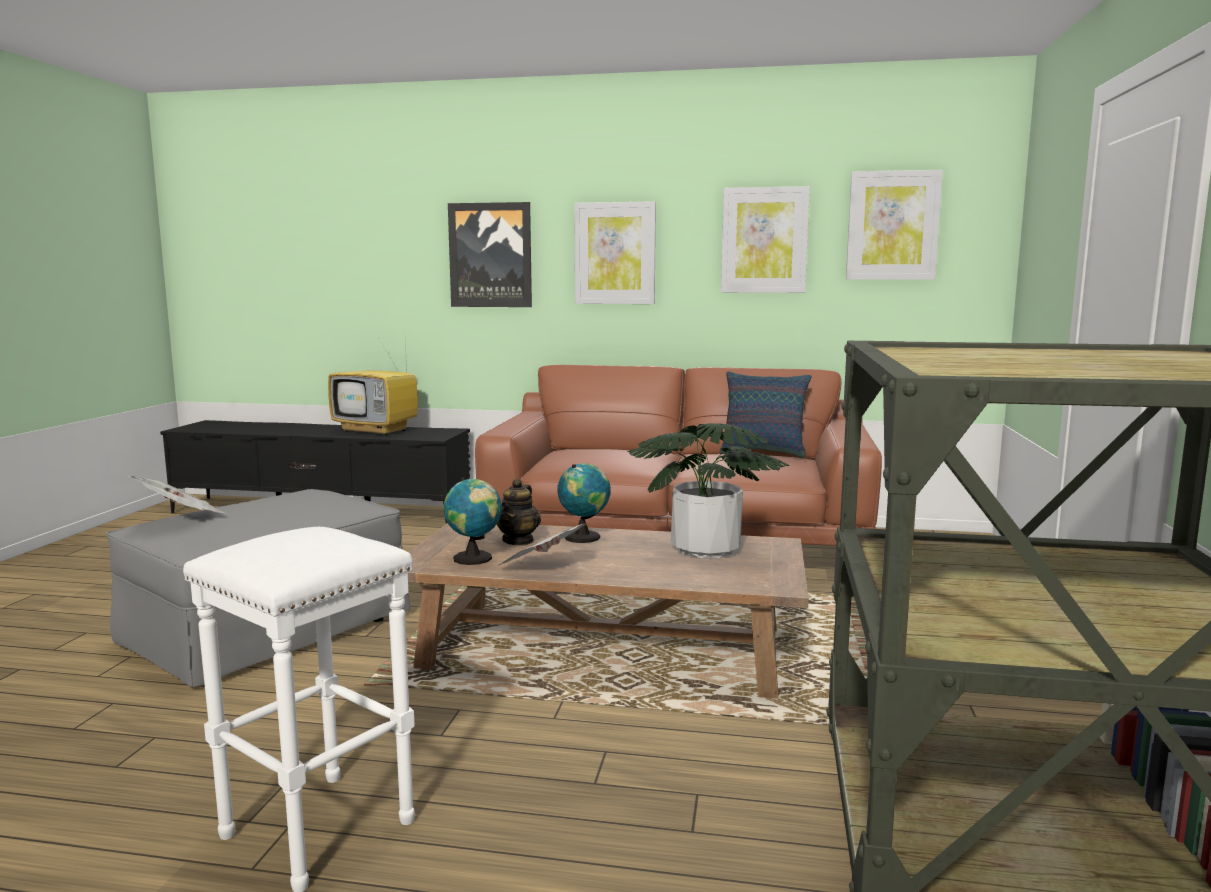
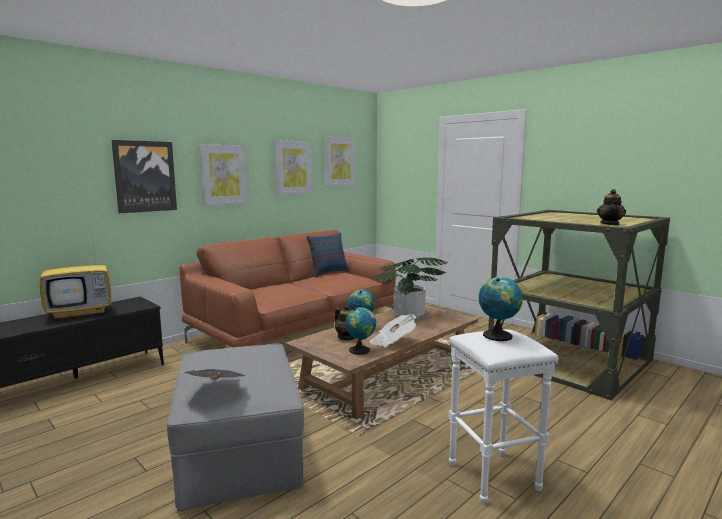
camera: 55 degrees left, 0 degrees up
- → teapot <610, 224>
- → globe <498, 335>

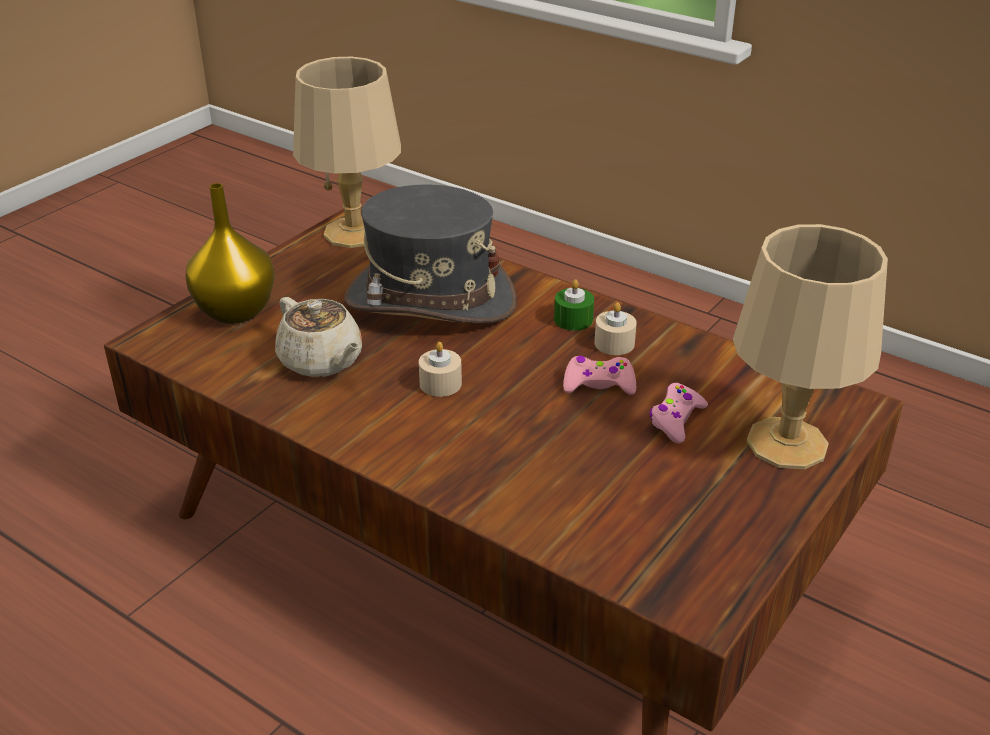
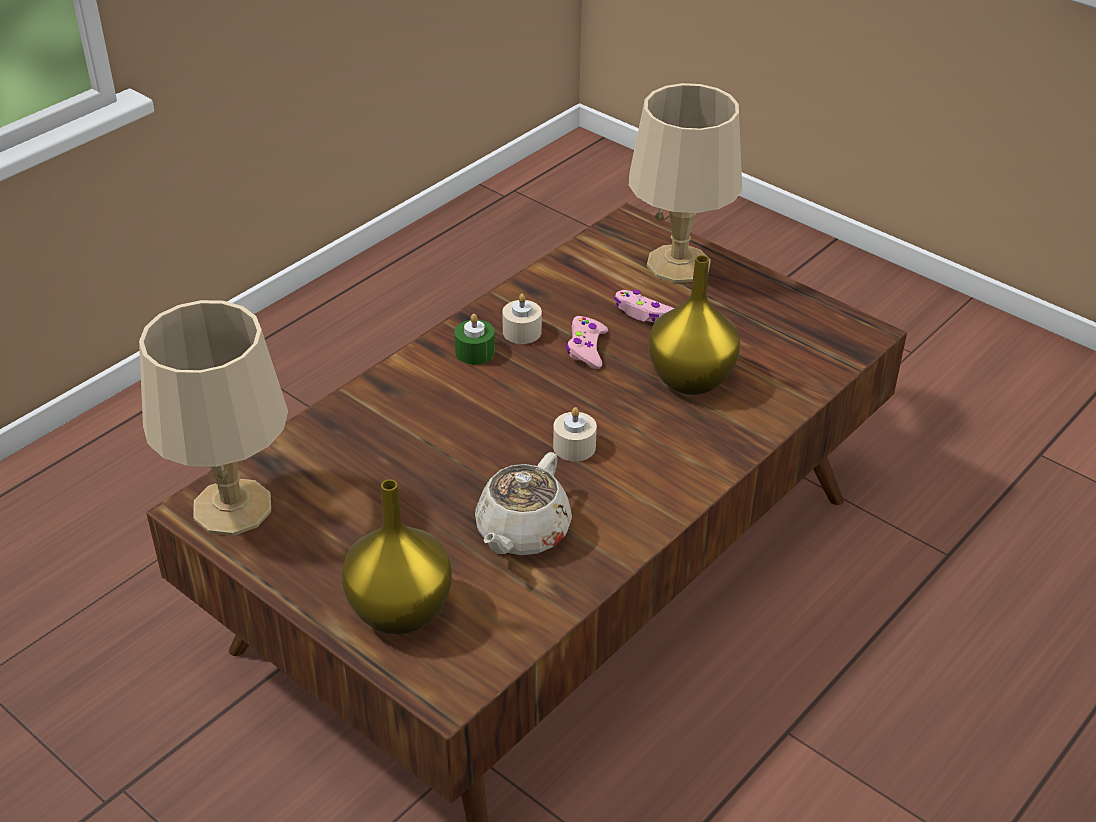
camera: 85 degrees left, 5 degrees up
grey hat <430, 300> → -
beige teapot <322, 361> → beige teapot <521, 533>, 150 degrees clockwise
- → yellow vase <690, 381>

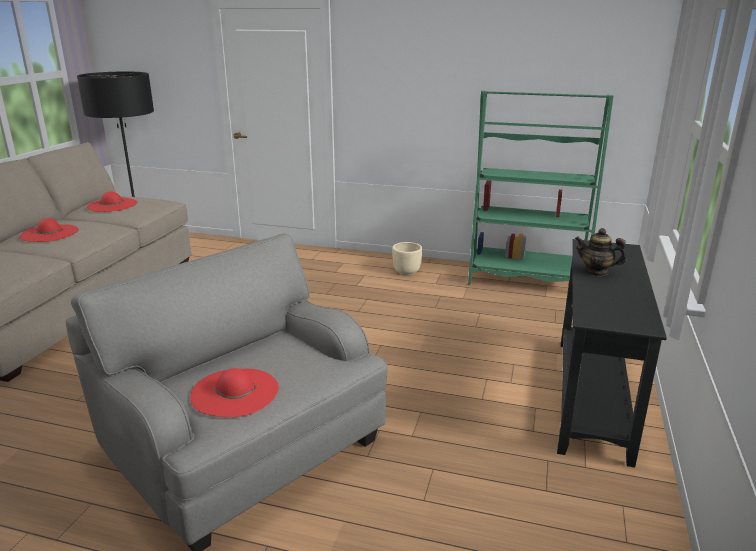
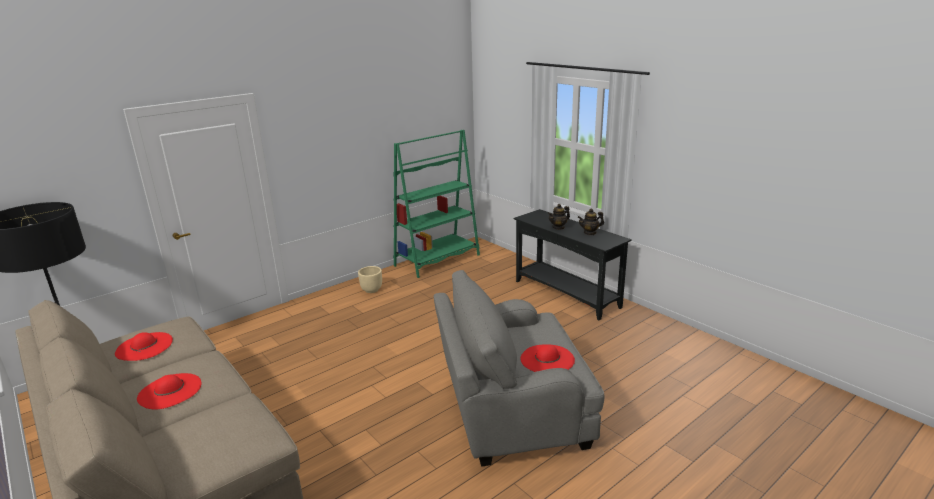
camera: 55 degrees left, 0 degrees up
- → teapot <590, 233>

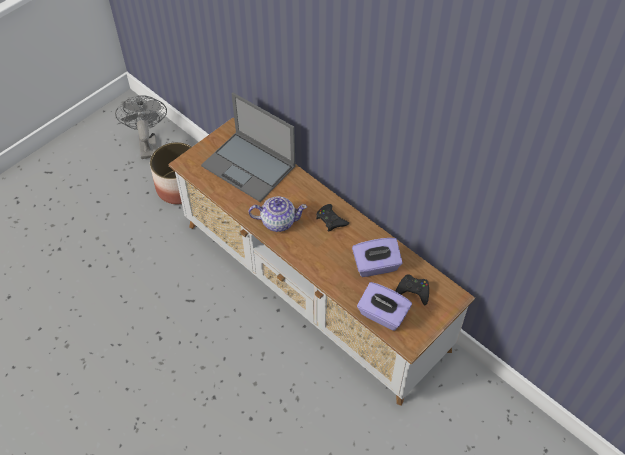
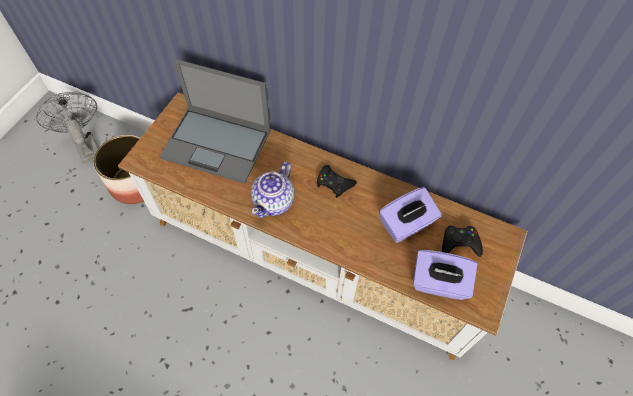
camera: 20 degrees left, 5 degrees up
teapot <278, 221> → teapot <274, 201>, 135 degrees clockwise

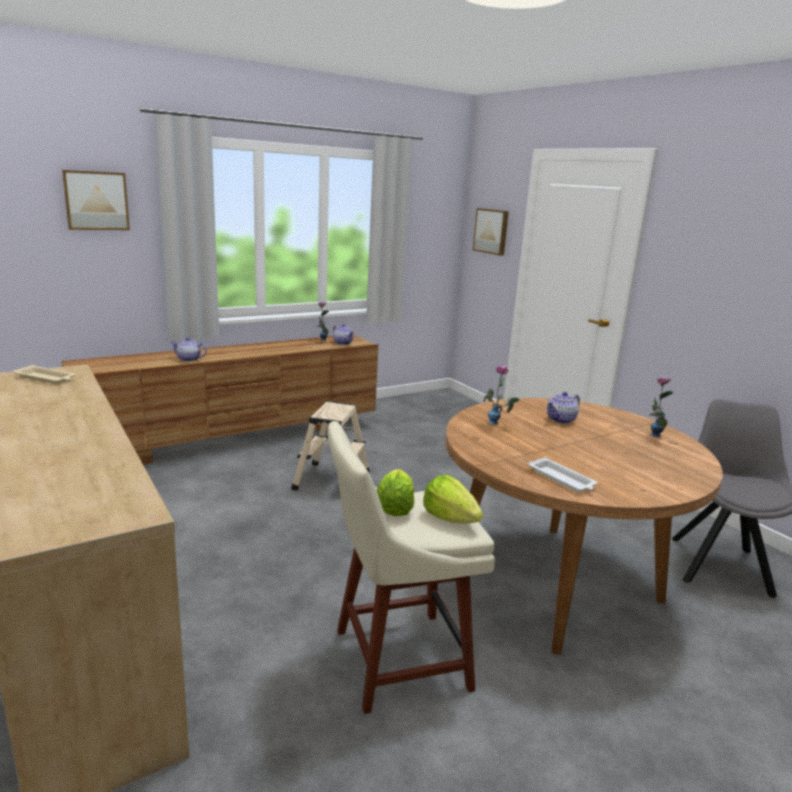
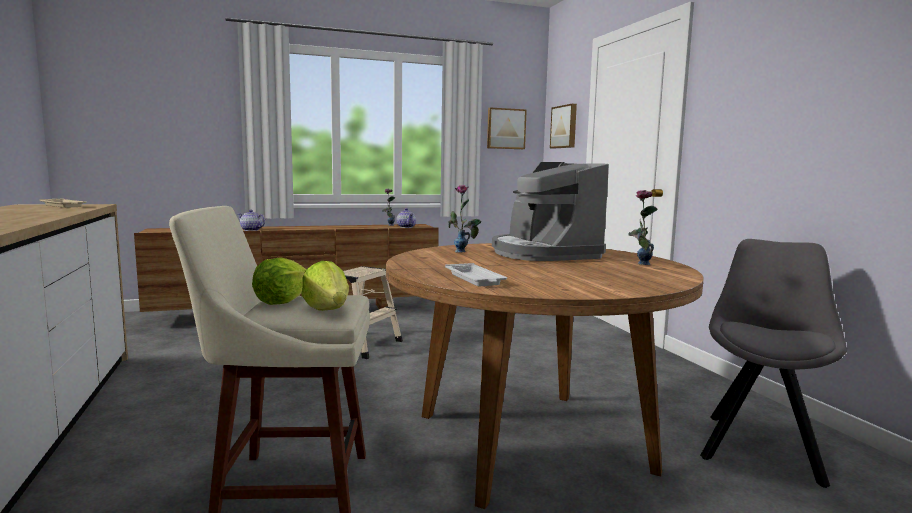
camera: 15 degrees right, 10 degrees down
picture <96, 200> → picture <505, 129>, move
teapot <561, 420> → coffee machine <543, 253>

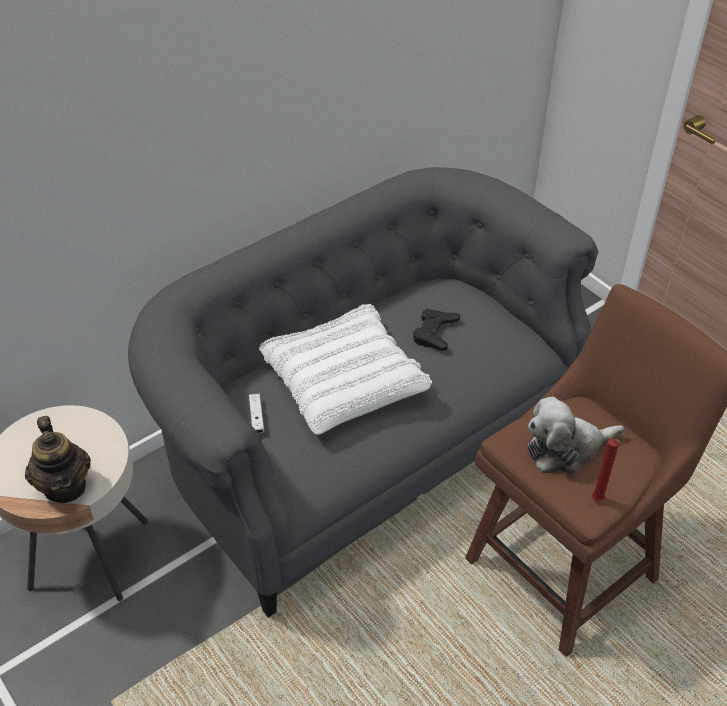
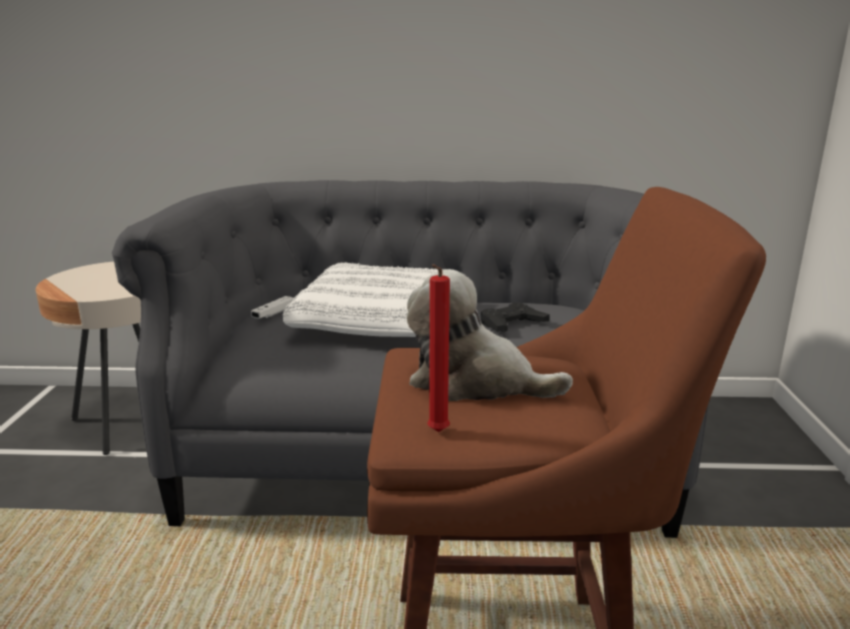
camera: 40 degrees right, 25 degrees down
teapot <65, 486> → -

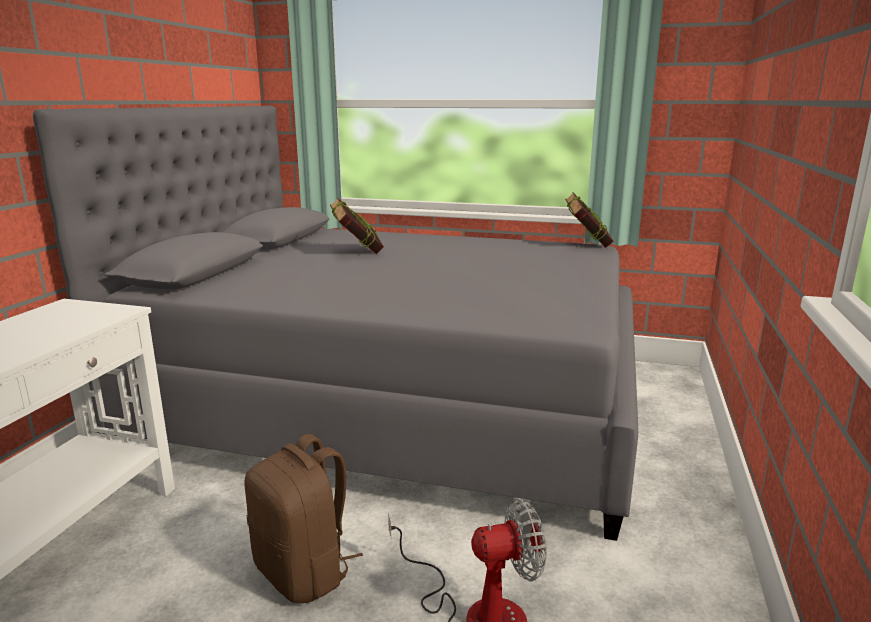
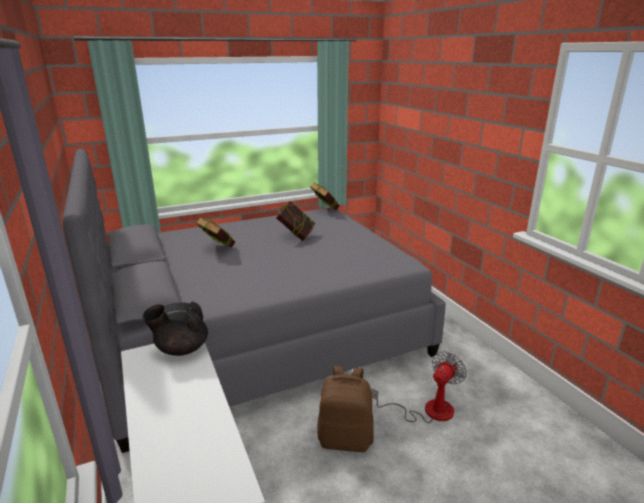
camera: 40 degrees left, 5 degrees up
- → book <296, 237>
- → black teapot <181, 349>

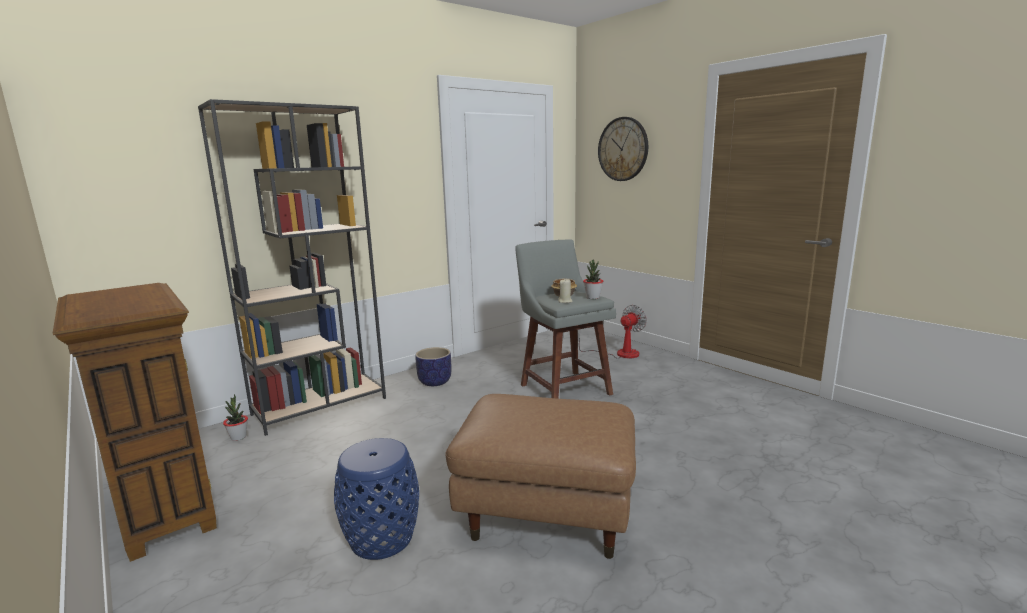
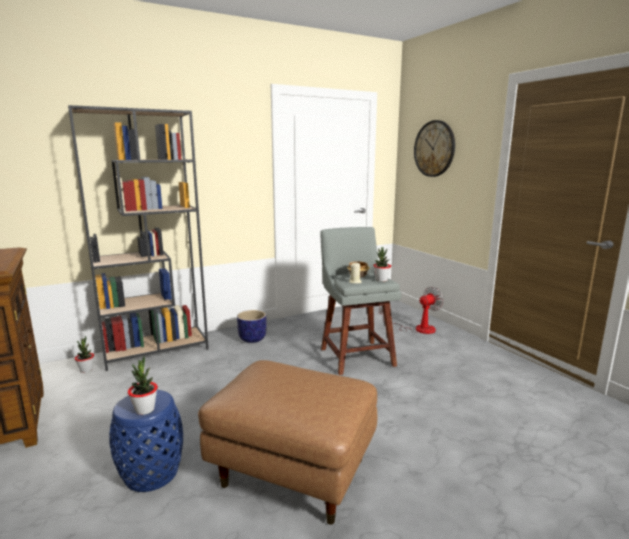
camera: 10 degrees right, 0 degrees up
- → potted plant <145, 410>

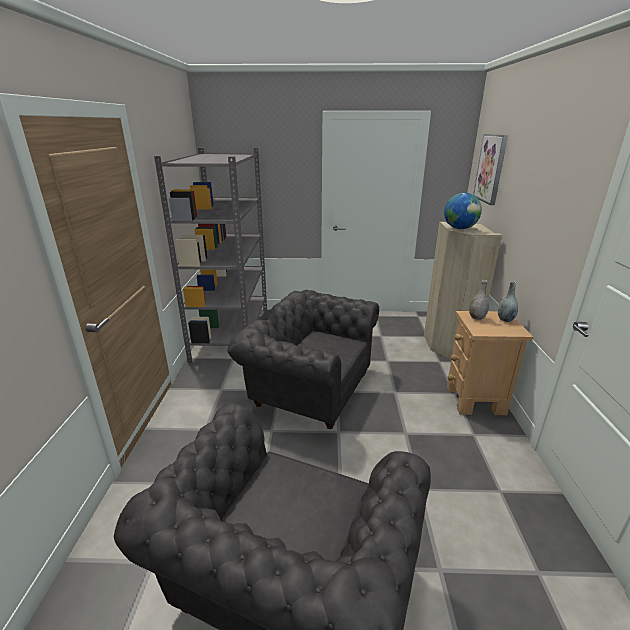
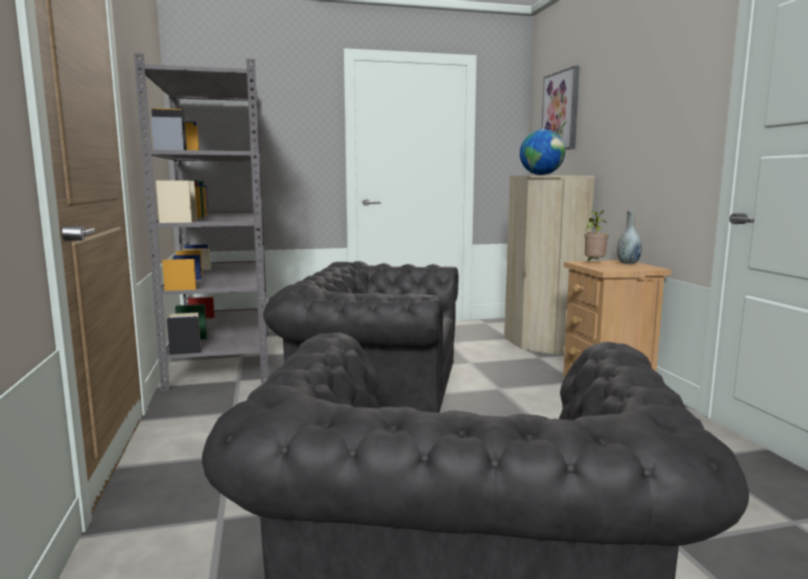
camera: 15 degrees left, 15 degrees down
grey vase <477, 317> → potted plant <594, 263>

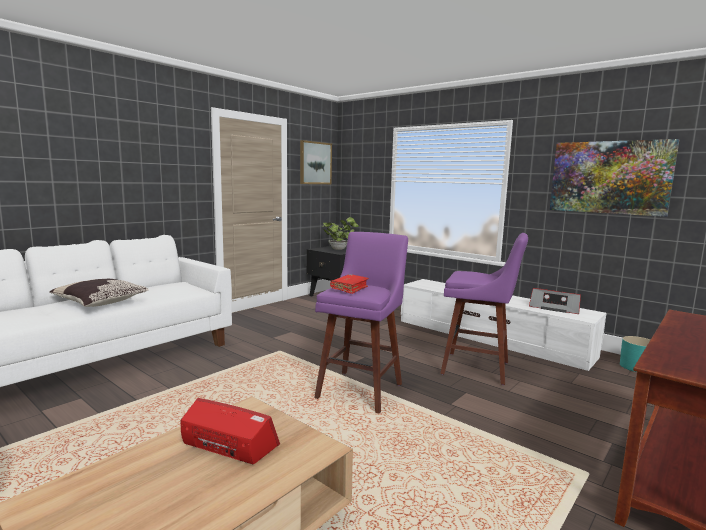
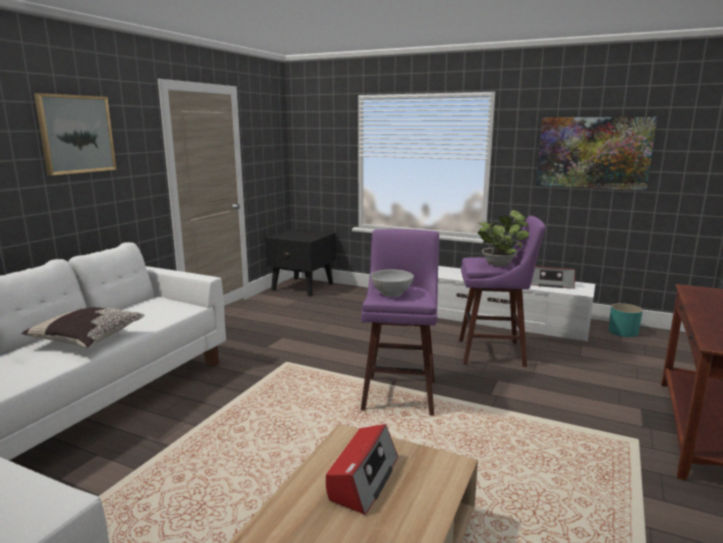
camera: 15 degrees left, 5 degrees up
picture <315, 163> → picture <76, 134>, move
potted plant <340, 249> → potted plant <500, 264>, move
red book <349, 288> → white bowl <392, 293>
radio <229, 445> → radio <363, 479>, 105 degrees clockwise

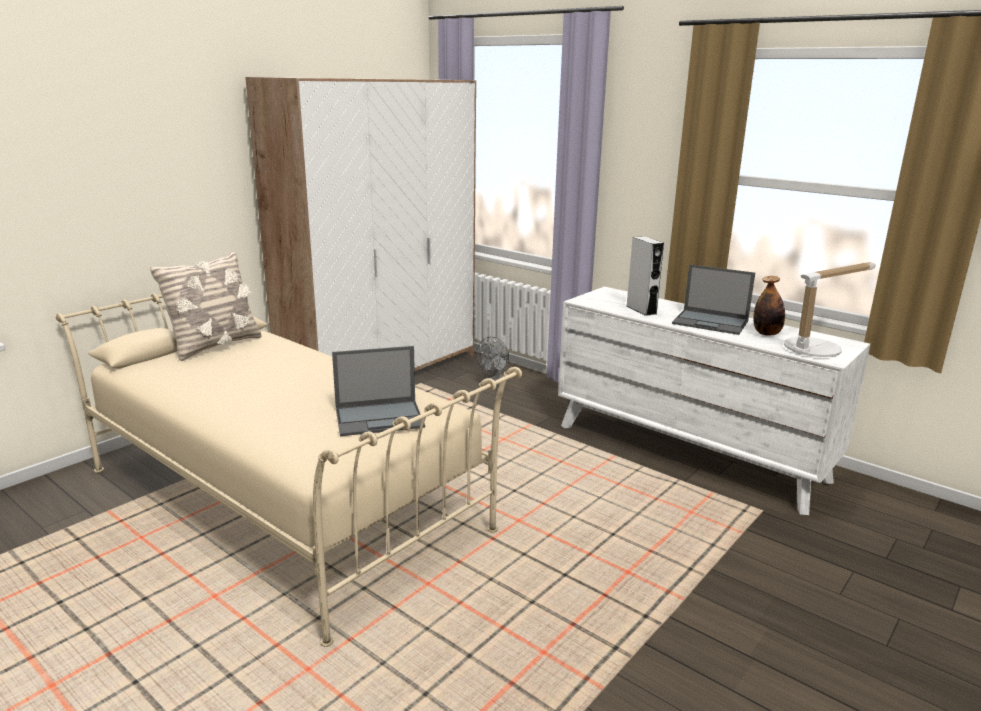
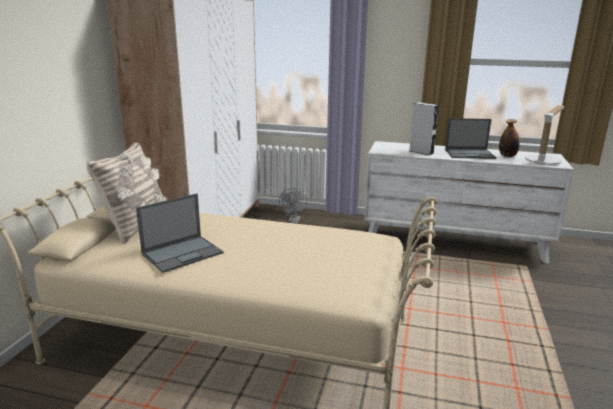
camera: 25 degrees left, 0 degrees up
laptop <380, 418> → laptop <183, 253>, move

